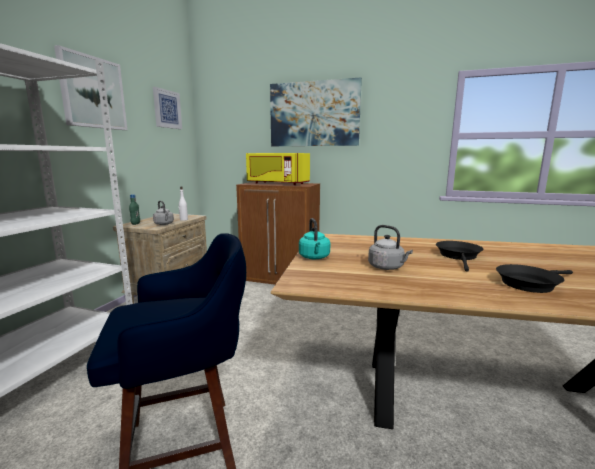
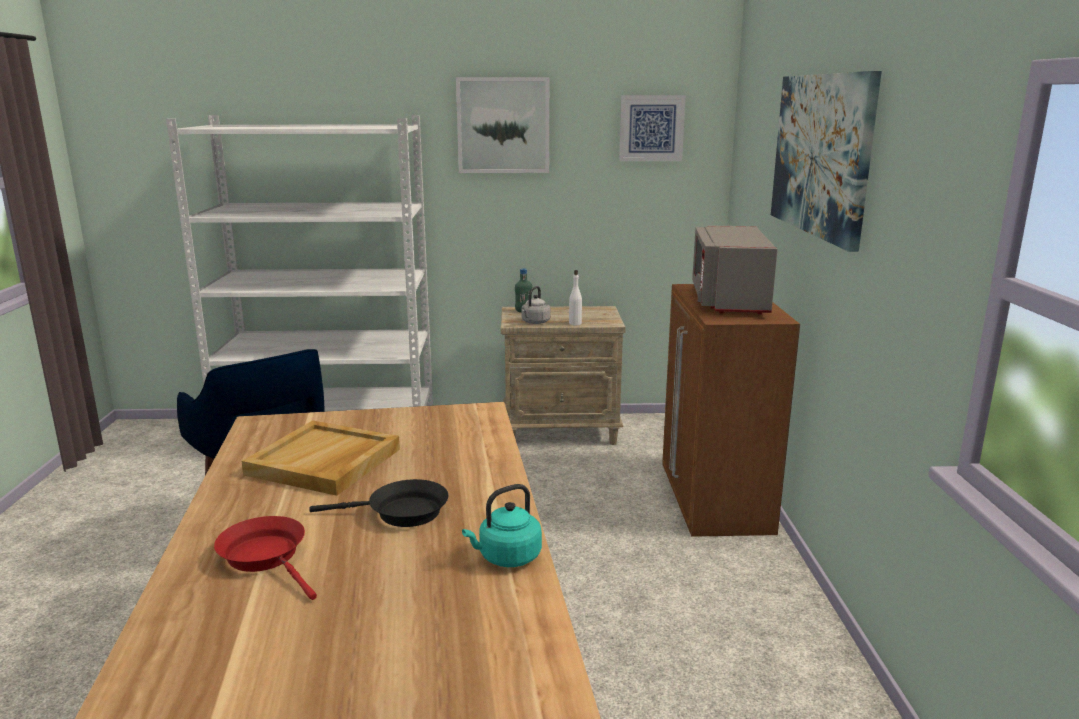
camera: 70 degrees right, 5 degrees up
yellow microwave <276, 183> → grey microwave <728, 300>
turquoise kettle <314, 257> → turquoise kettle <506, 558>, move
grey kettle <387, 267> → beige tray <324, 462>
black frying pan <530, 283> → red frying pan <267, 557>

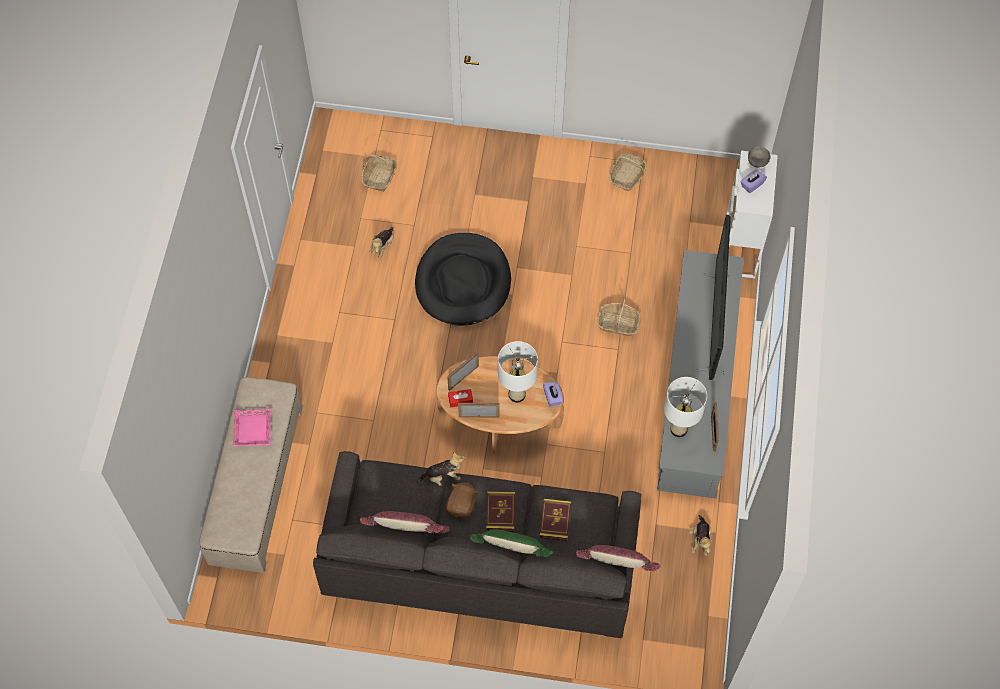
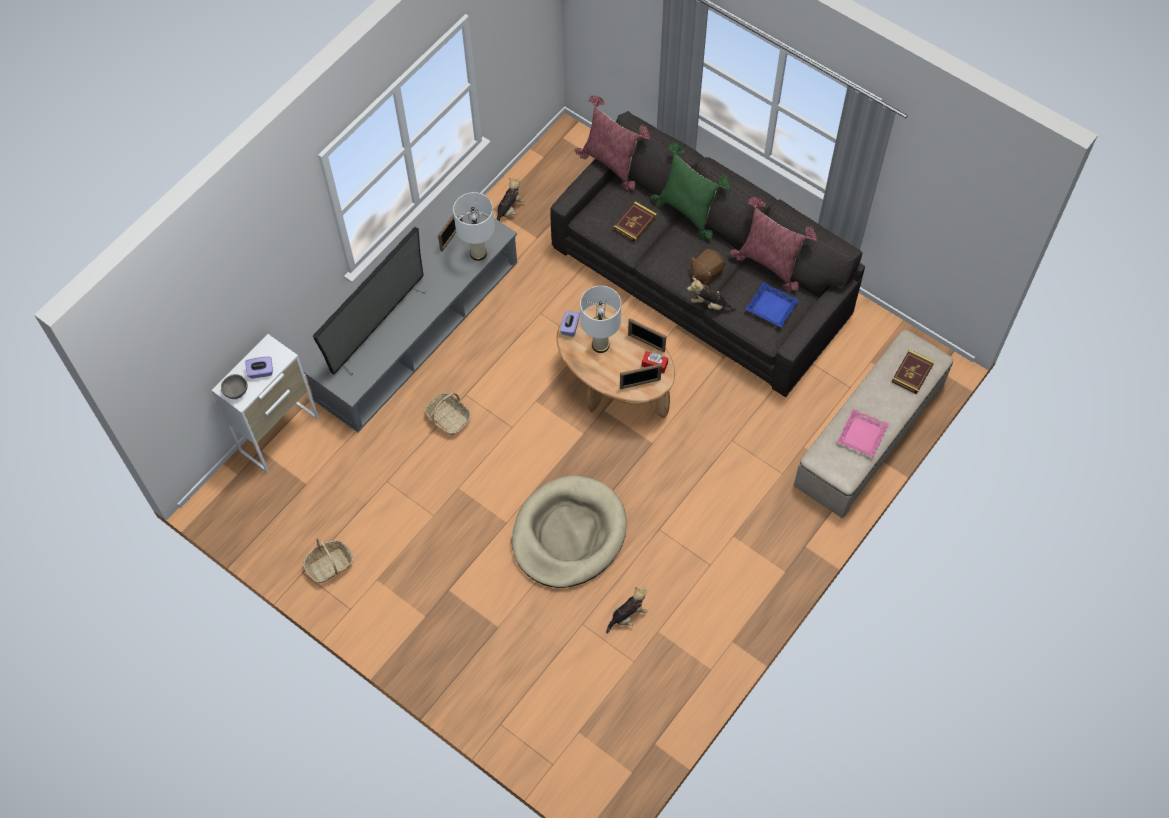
camera: 150 degrees left, 0 degrees up
basket <380, 177> → -
black dog bed <463, 282> → beige dog bed <568, 534>
book <500, 512> → book <912, 373>, move
- → blue tray <772, 307>

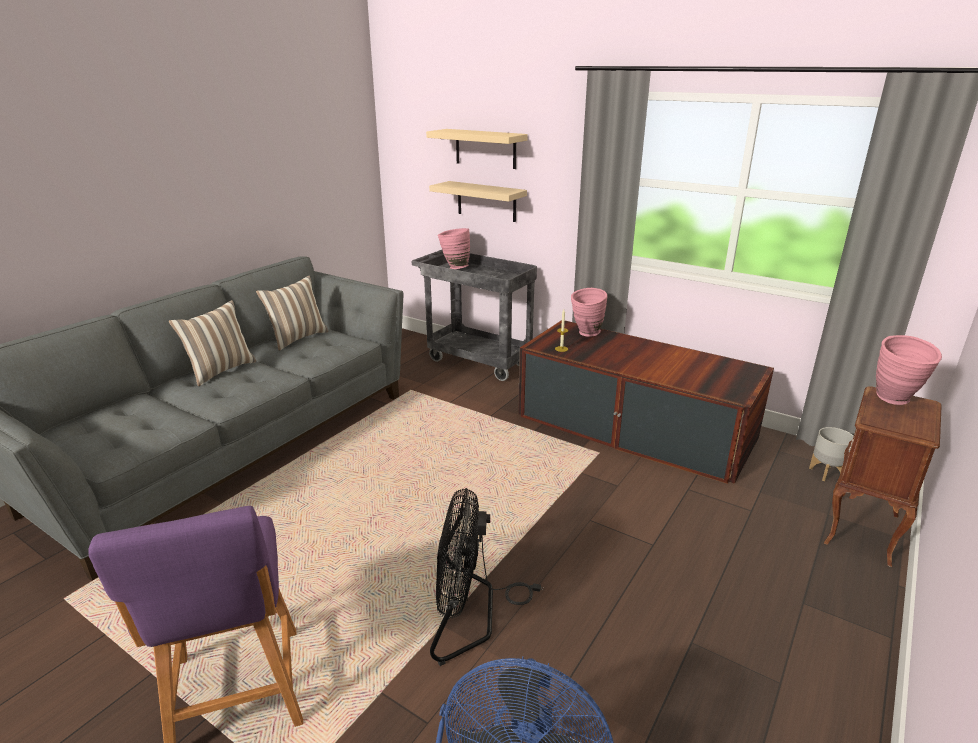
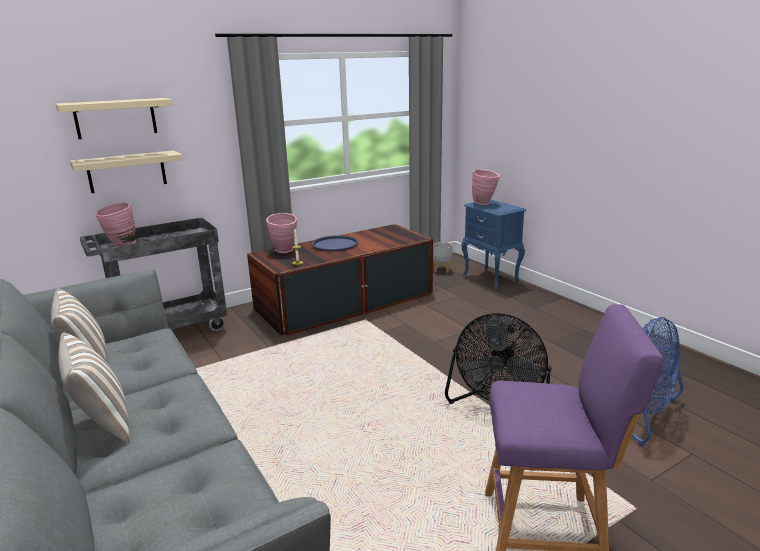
camera: 65 degrees left, 5 degrees down
brown nightstand <862, 530> → blue nightstand <491, 278>
- → blue tray <335, 244>

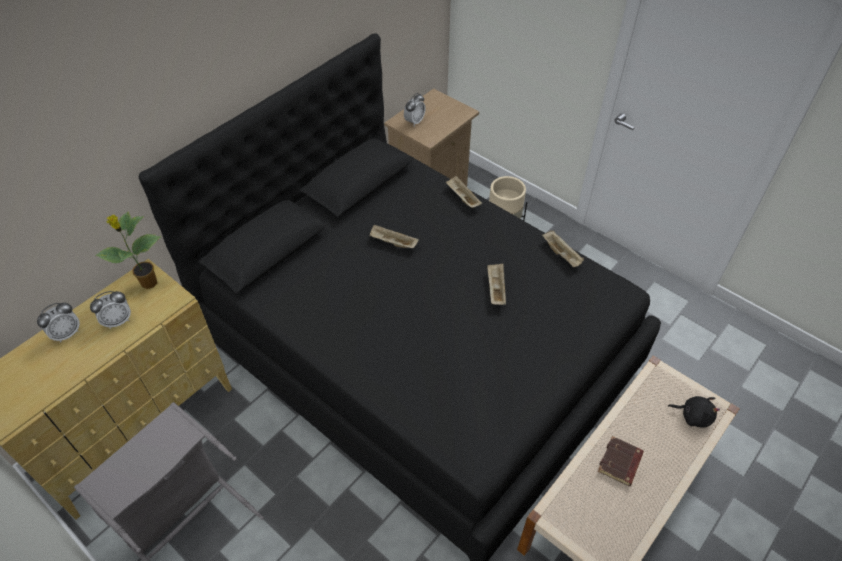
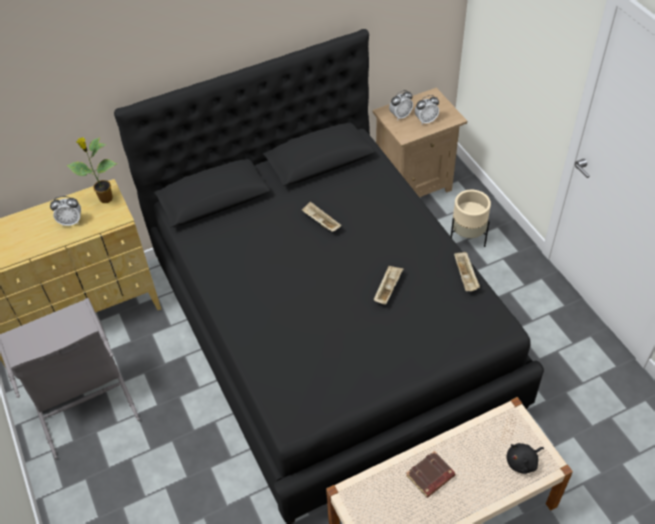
camera: 25 degrees right, 0 degrees up
beige tray <462, 198> → -
alarm clock <67, 333> → alarm clock <426, 120>, move
black plush toy <693, 416> → black plush toy <523, 462>, 105 degrees clockwise

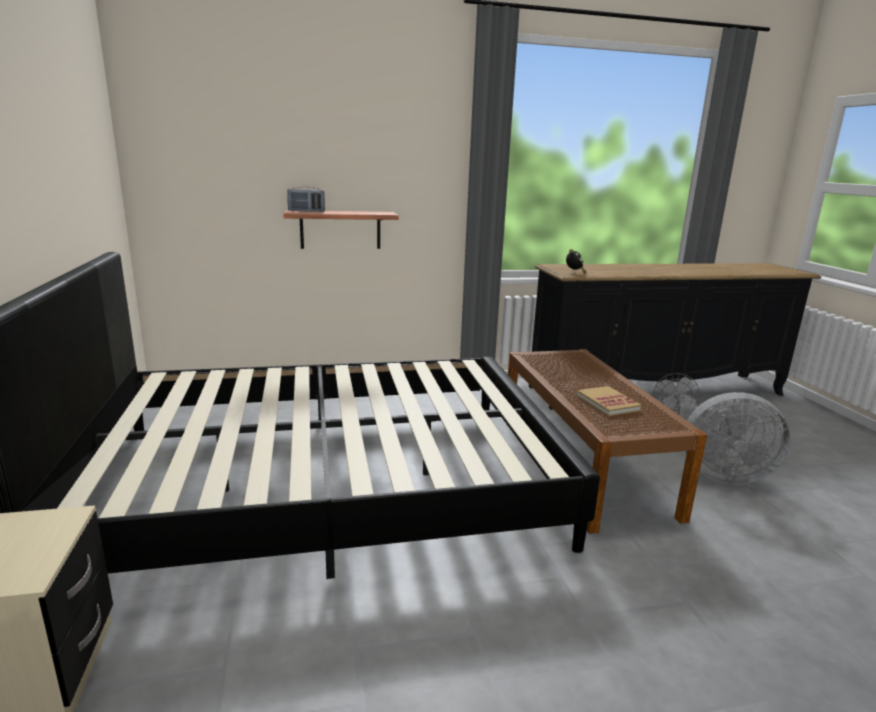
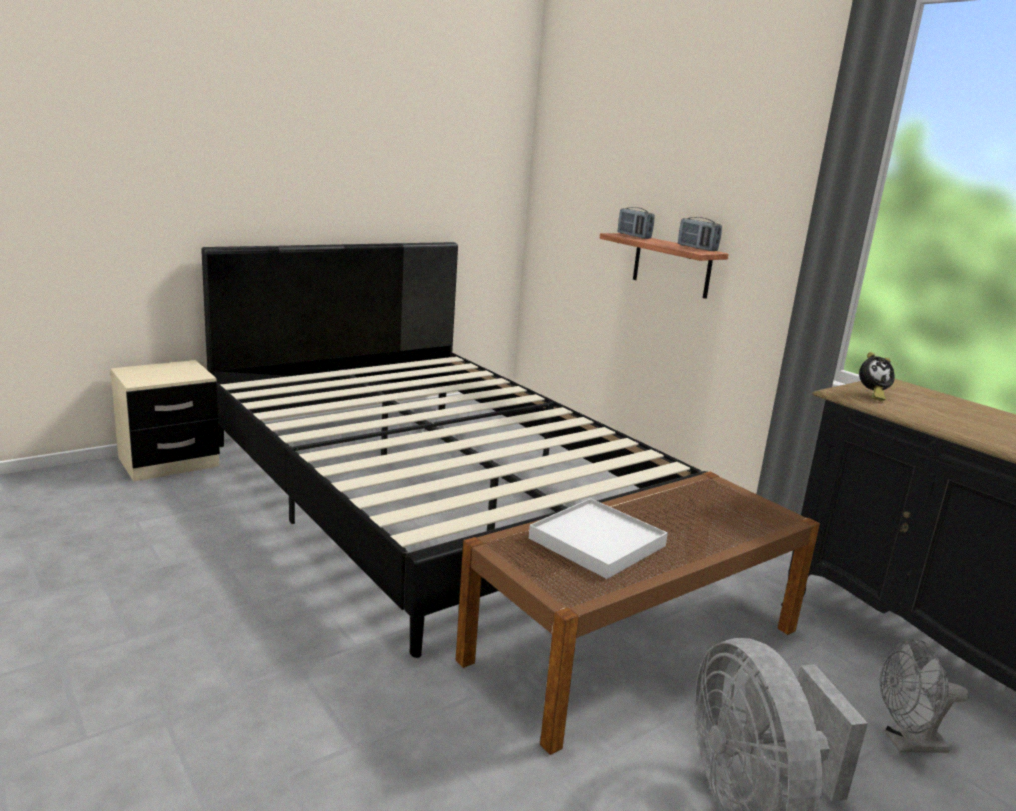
camera: 65 degrees right, 0 degrees up
book <608, 403> → white tray <596, 542>
- → radio <697, 248>

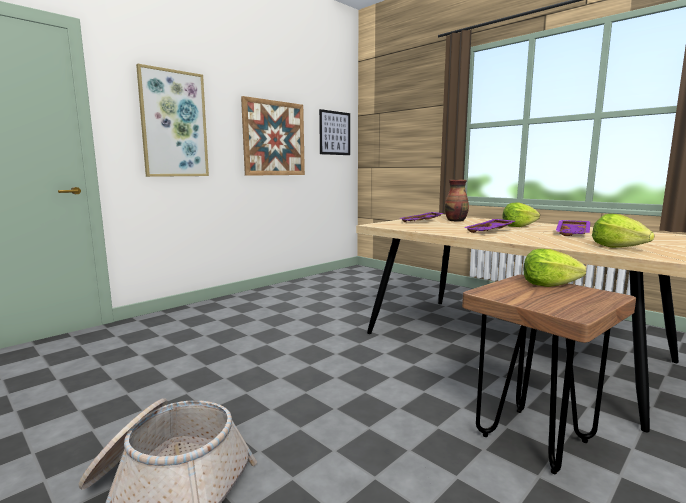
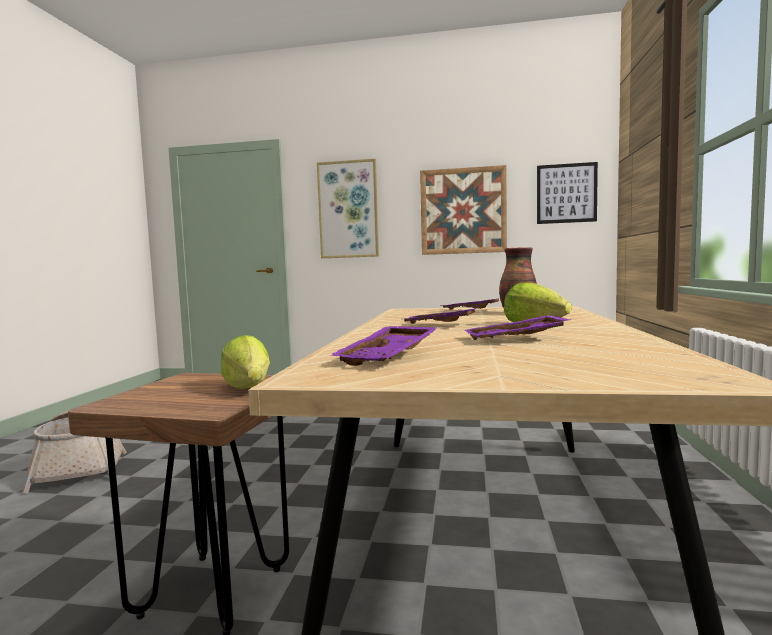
camera: 55 degrees right, 5 degrees down
lettuce <617, 247> → purple tray <389, 357>

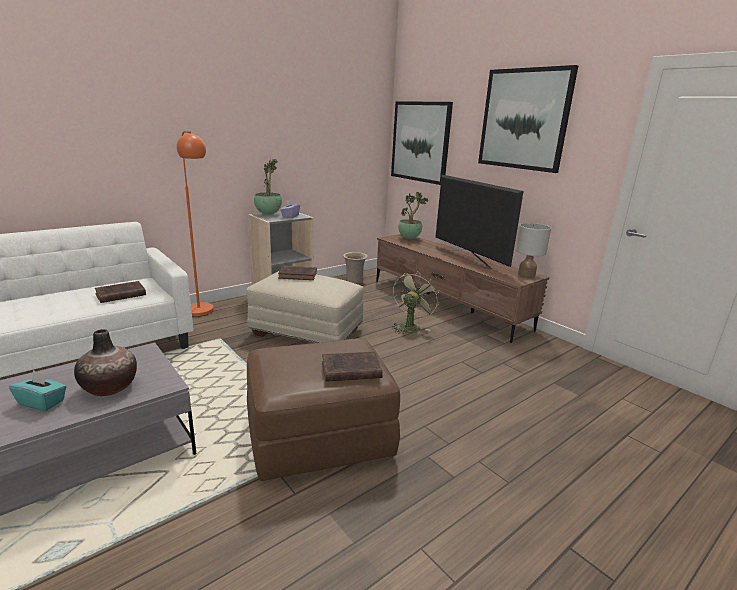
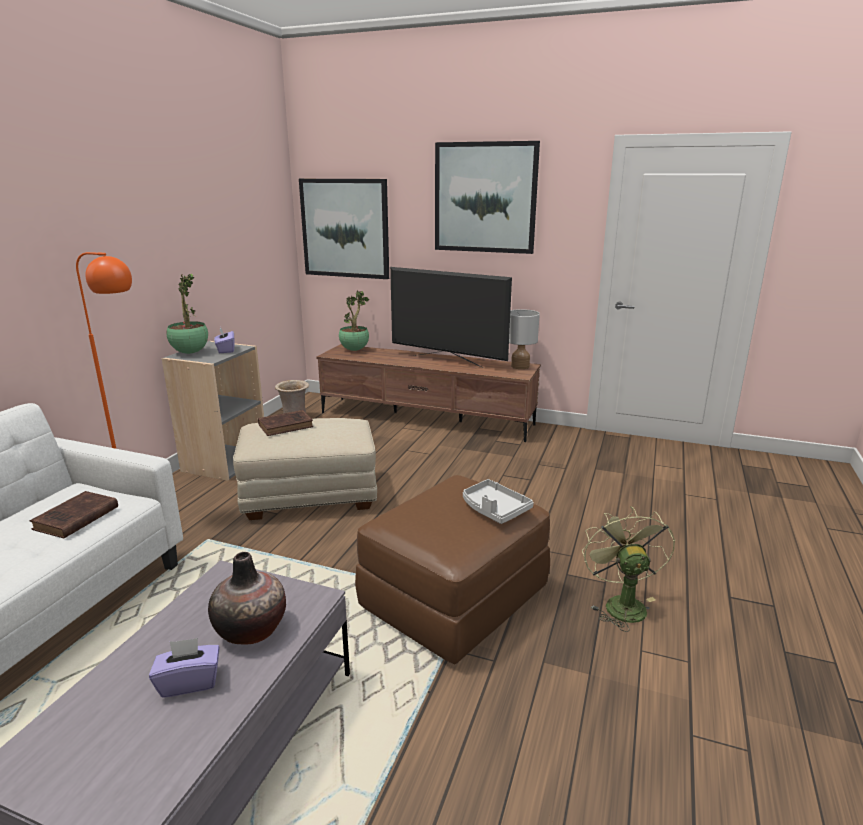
camera: 30 degrees left, 0 degrees up
green fan <410, 327> → green fan <620, 603>, move
brown book <349, 370> → grey tray <494, 509>
turquoise tissue box <42, 402> → purple tissue box <189, 682>

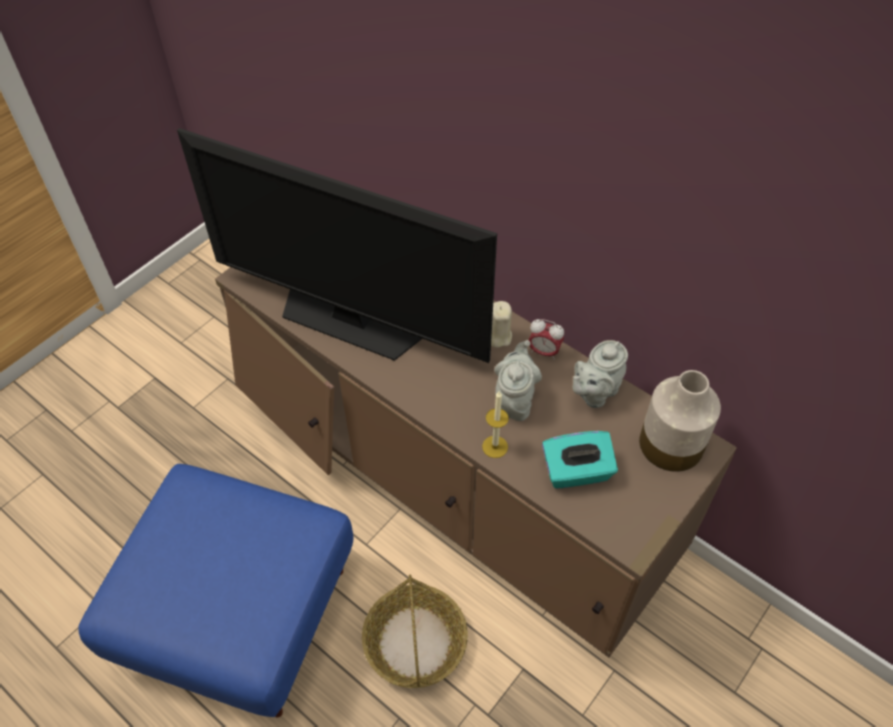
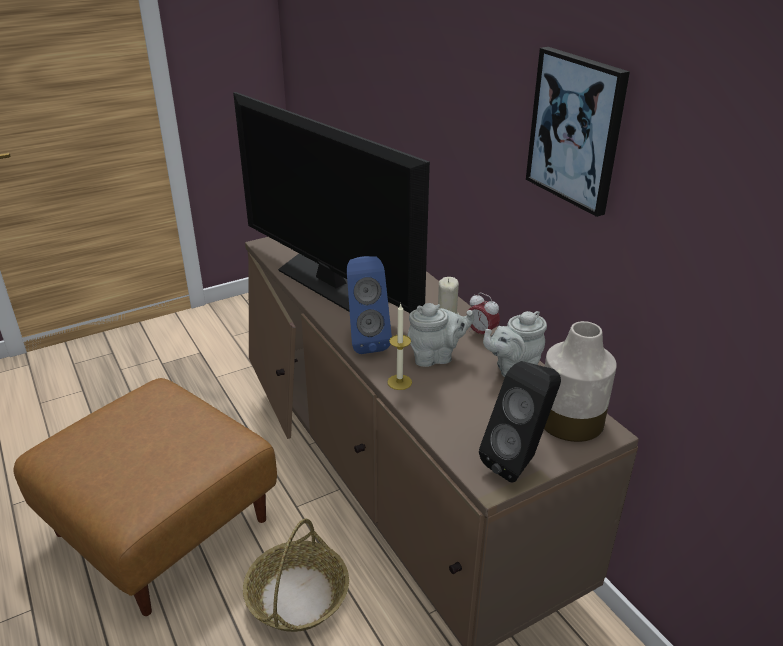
camera: 20 degrees right, 20 degrees down
grey teapot <514, 400> → grey teapot <436, 357>, 45 degrees clockwise
turquoise tissue box <576, 472> → -
blue ottoman <241, 614> → brown ottoman <164, 526>
- → picture <576, 130>
- → blue speaker <365, 341>
- → black speaker <519, 462>

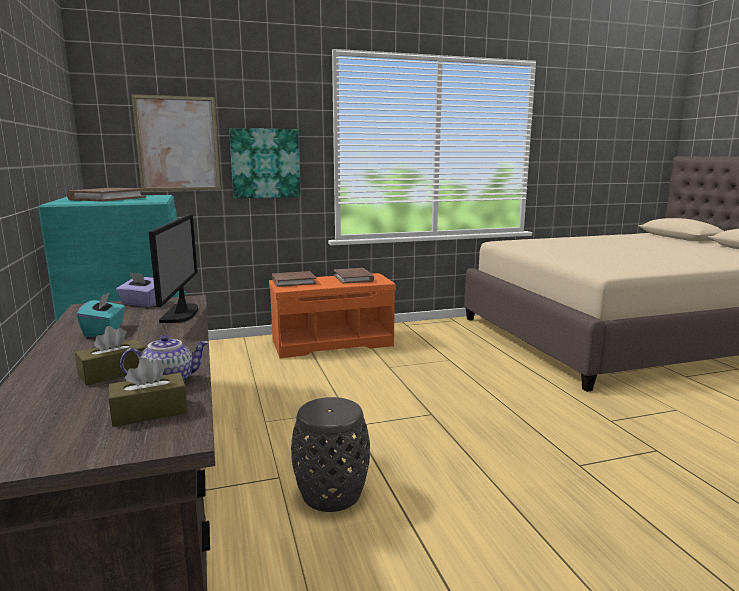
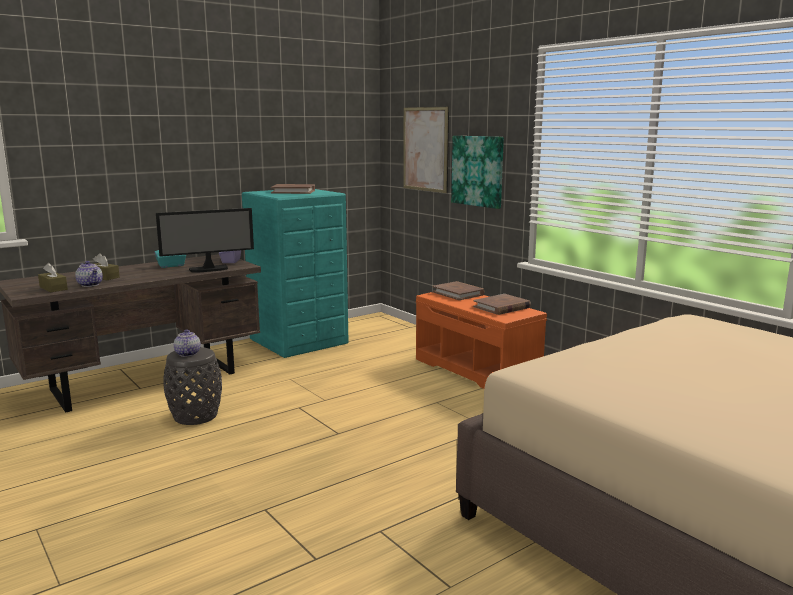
camera: 70 degrees right, 0 degrees up
- → teapot <187, 354>

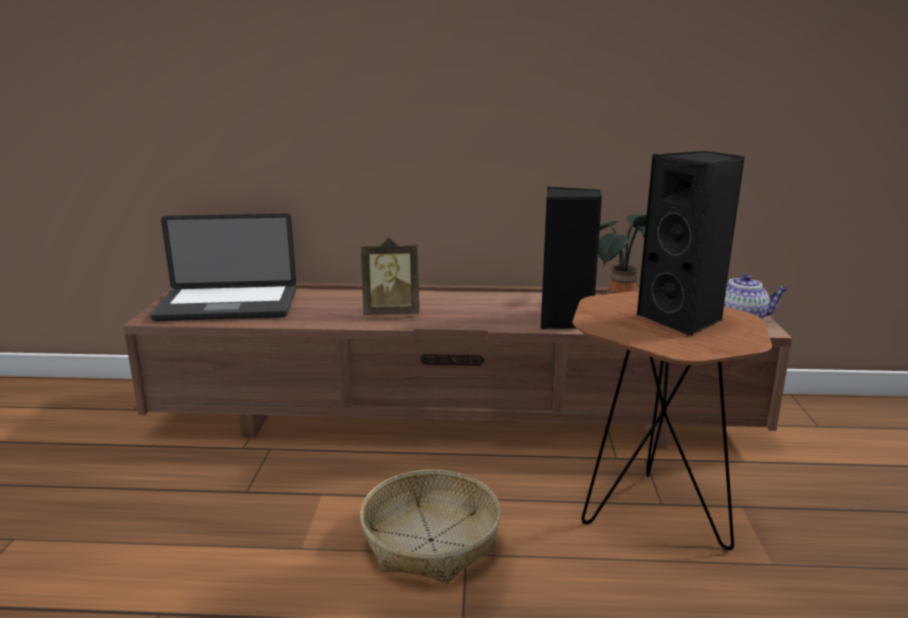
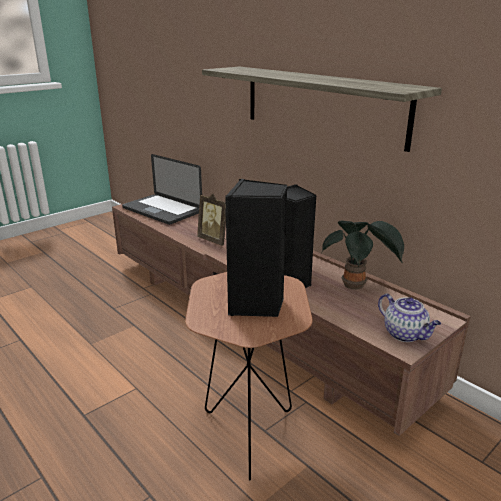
camera: 45 degrees right, 5 degrees up
basket <431, 541> → -
- → shelf <321, 104>

